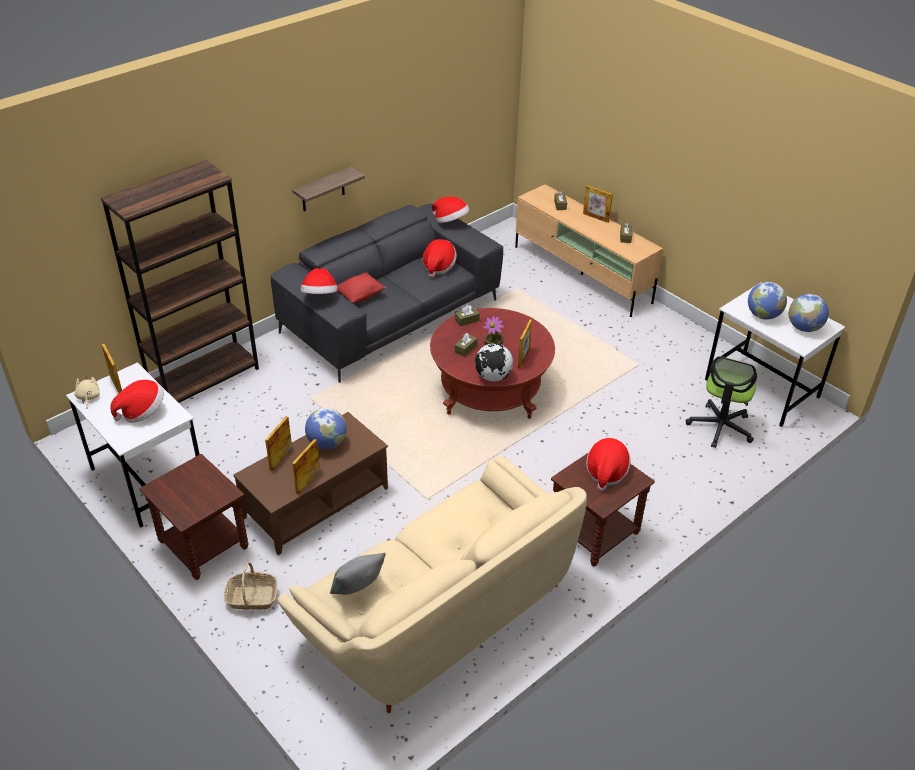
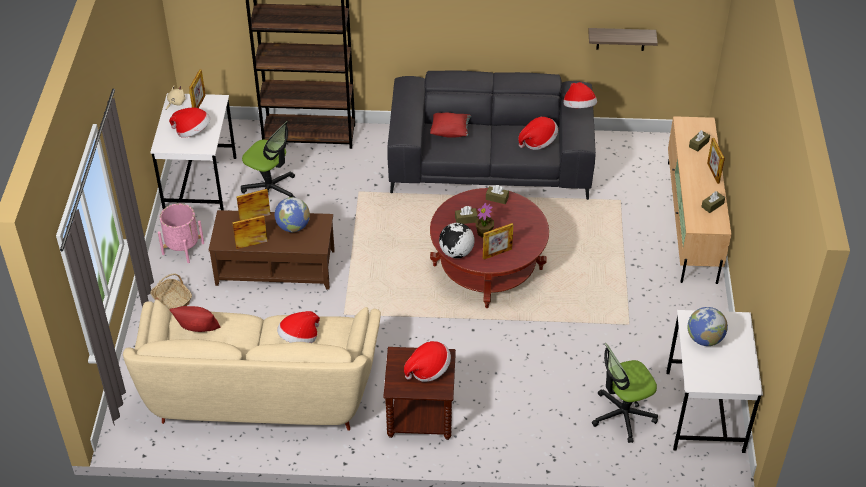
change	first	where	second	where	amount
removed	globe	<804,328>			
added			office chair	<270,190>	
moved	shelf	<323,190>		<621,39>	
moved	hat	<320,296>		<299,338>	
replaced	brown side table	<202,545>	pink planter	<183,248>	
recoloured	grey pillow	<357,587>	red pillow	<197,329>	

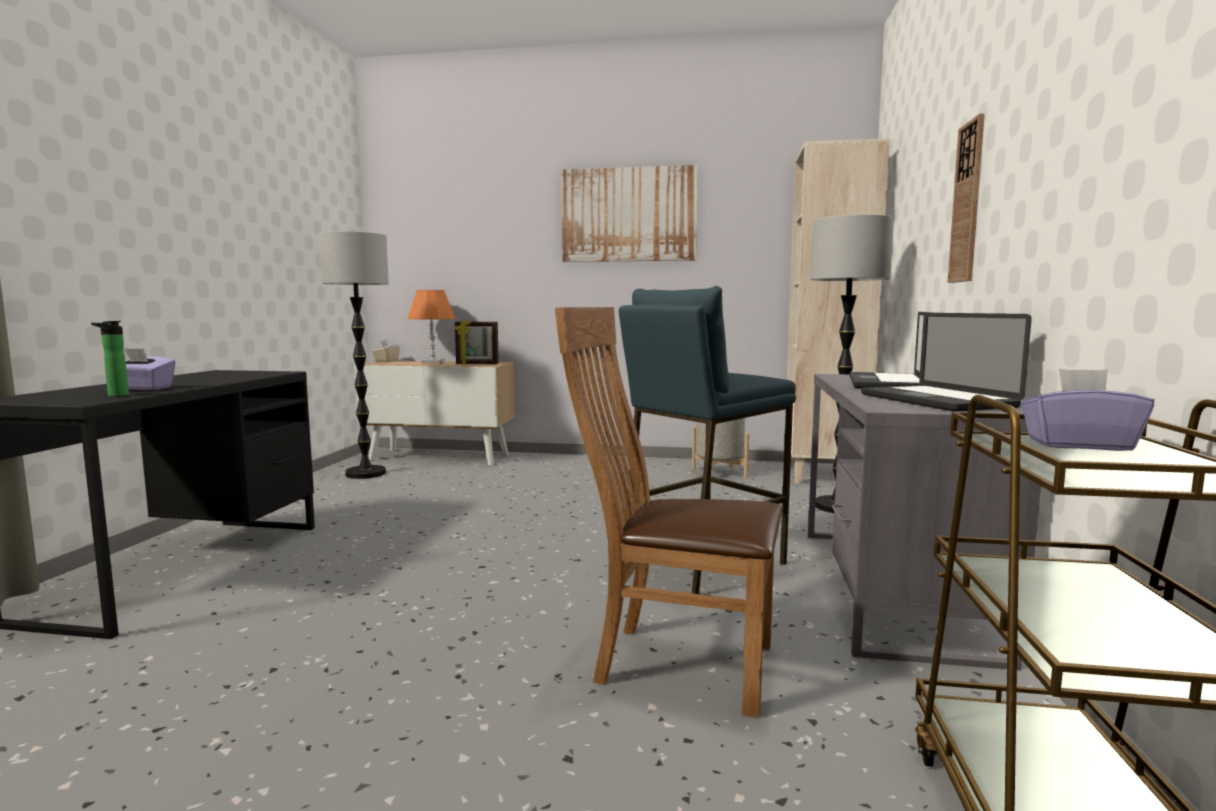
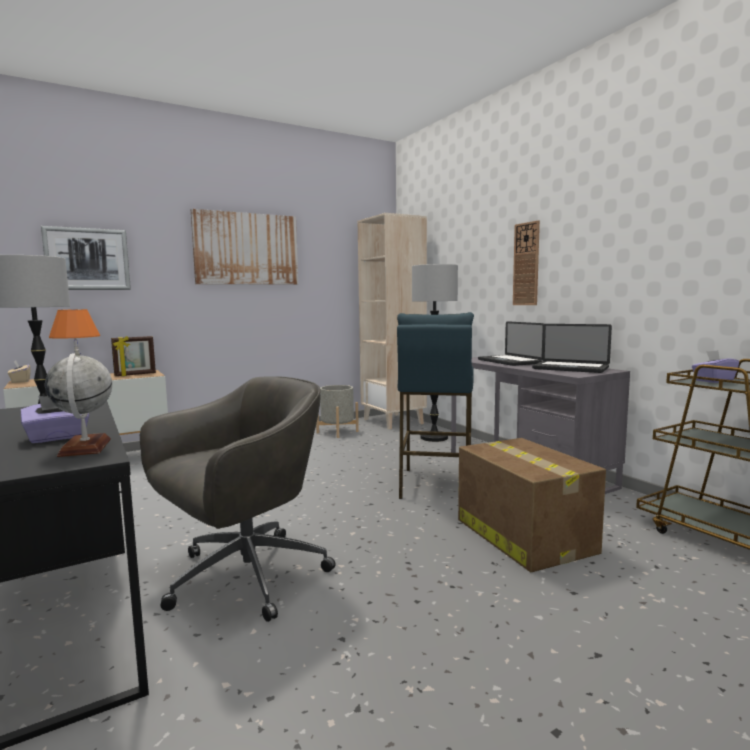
change	first	where	second	where	amount
added			picture	<87,259>	
added			grey office chair	<243,577>	
replaced	bottle	<115,396>	globe	<85,447>	
replaced	brown chair	<673,662>	cardboard box	<523,535>	

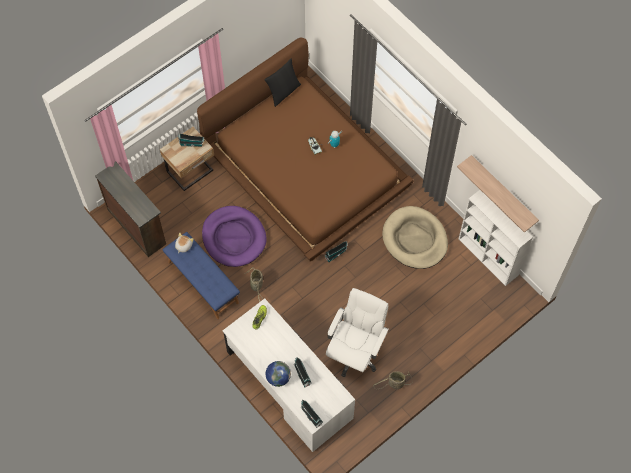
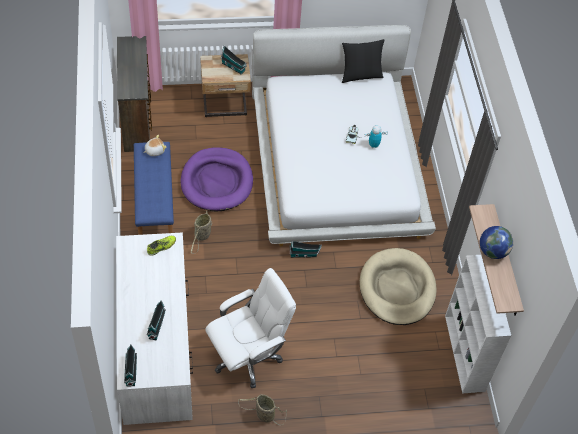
change	first	where	second	where	amount
moved	globe	<278,378>		<492,251>	
recoloured	brown bed	<305,168>	white bed	<336,162>	

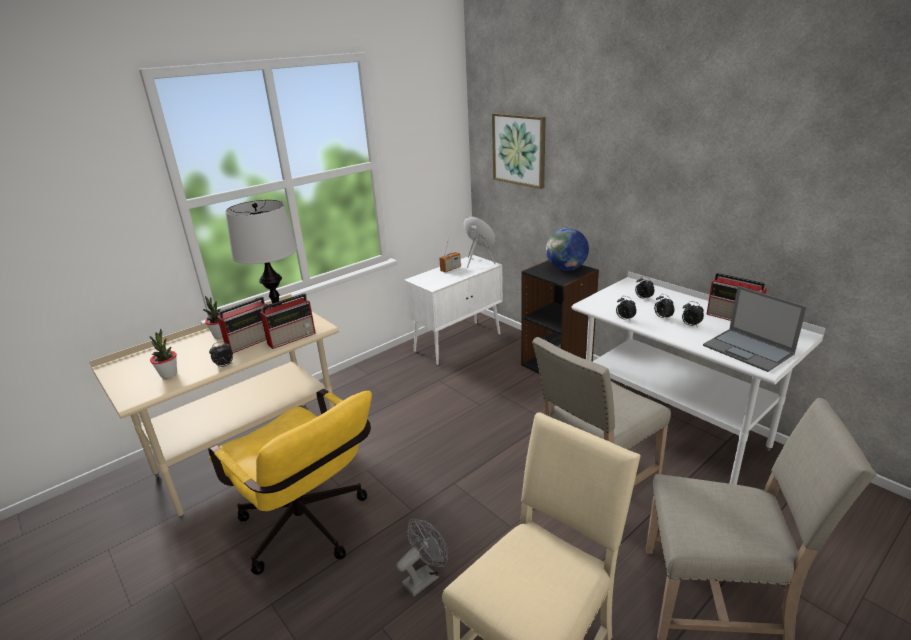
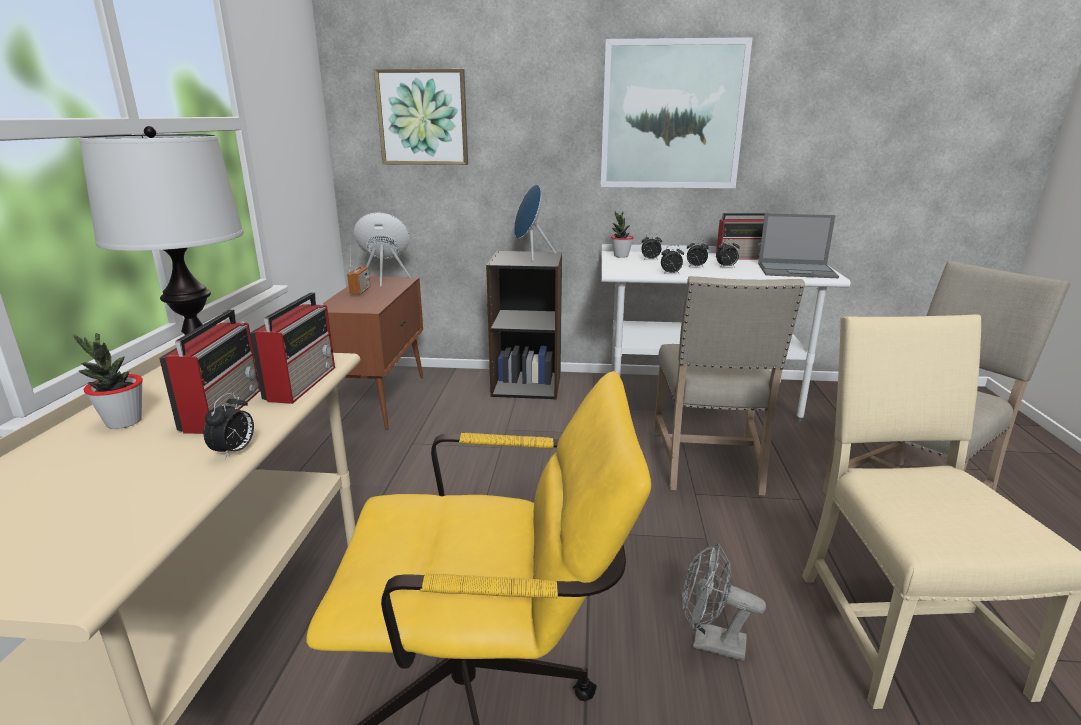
change	first	where	second	where	amount
added			picture	<672,116>	
moved	potted plant	<169,374>		<621,256>	
replaced	globe	<566,269>	blue speaker	<530,256>	
recoloured	white cabinet	<458,342>	brown cabinet	<381,399>	
turned	grey fan	<425,577>		<710,642>	75 degrees counterclockwise

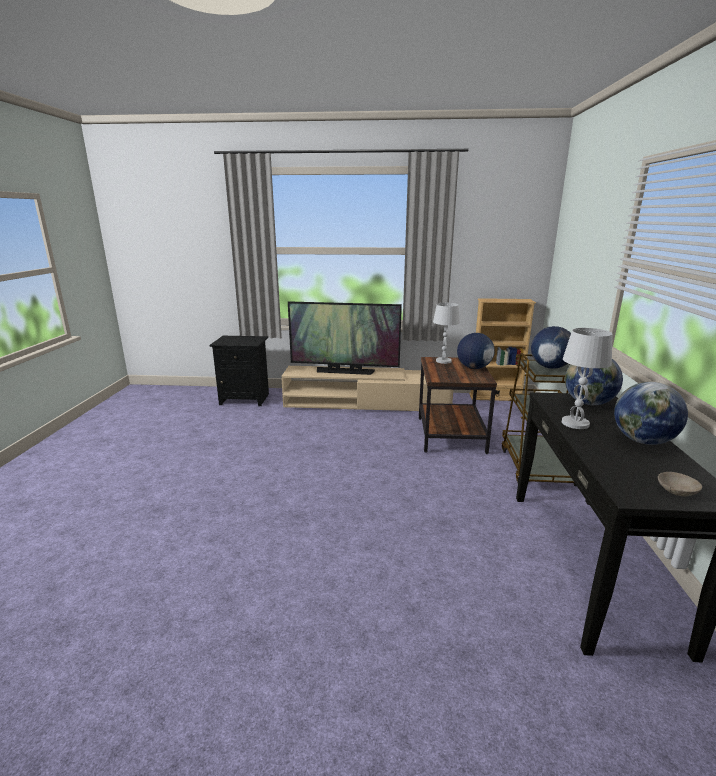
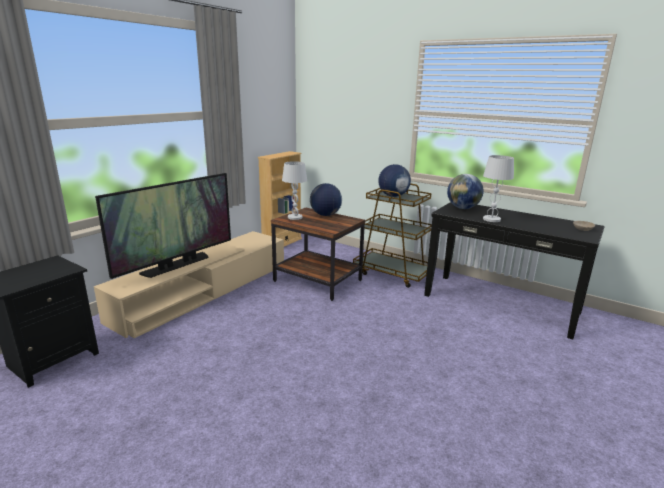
change	first	where	second	where	amount
removed	globe	<642,441>			

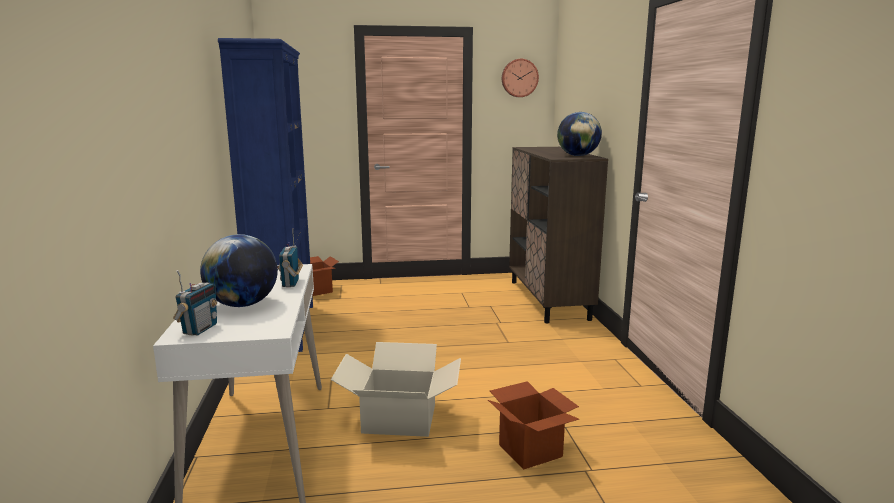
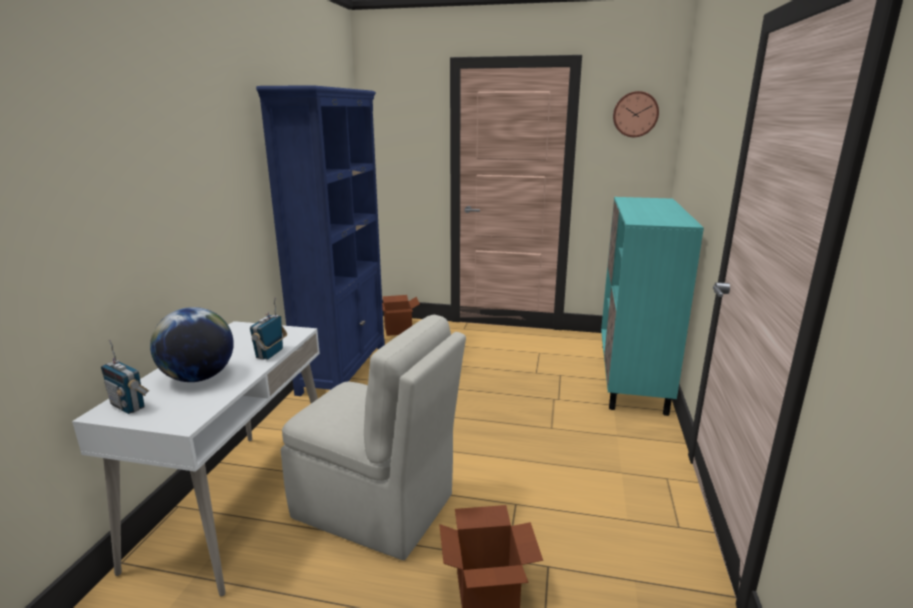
change	first	where	second	where	amount
removed	globe	<578,155>			
replaced	cardboard box	<399,419>	beige chair	<377,508>	
recoloured	brown cabinet	<548,300>	turquoise cabinet	<631,377>	
turned	radio	<199,329>		<129,406>	90 degrees clockwise

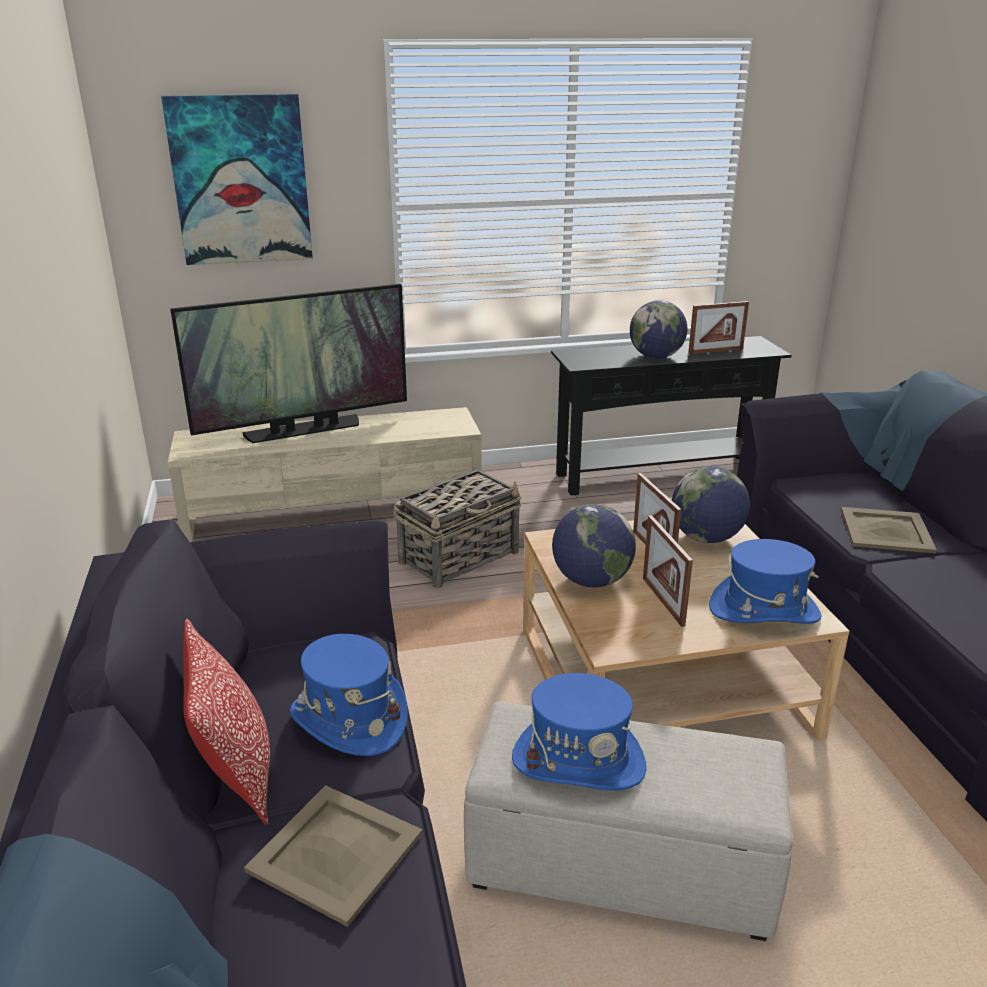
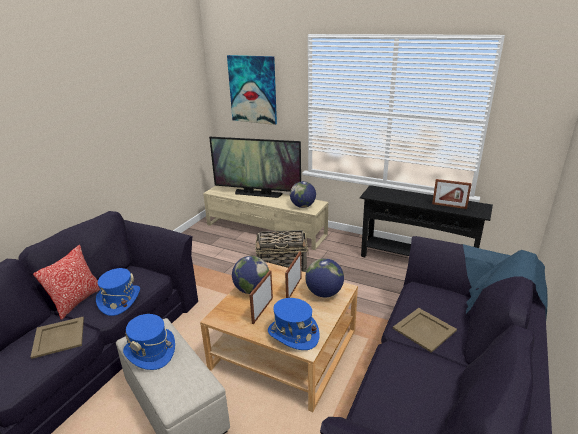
change	first	where	second	where	amount
moved	globe	<656,357>		<303,206>	

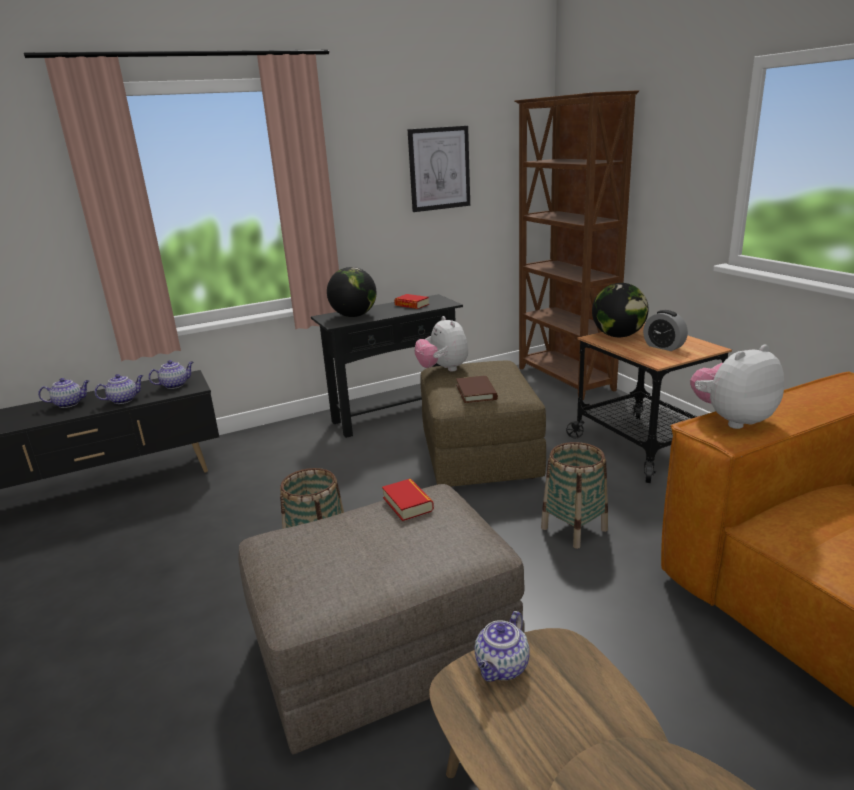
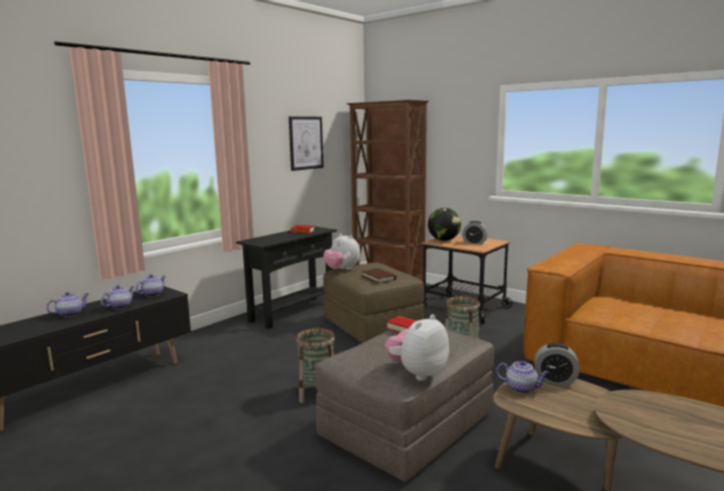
change	first	where	second	where	amount
removed	globe	<354,316>			
added			alarm clock	<555,380>	
moved	plush toy	<732,420>		<417,373>	
turned	teapot	<502,668>		<522,388>	75 degrees counterclockwise

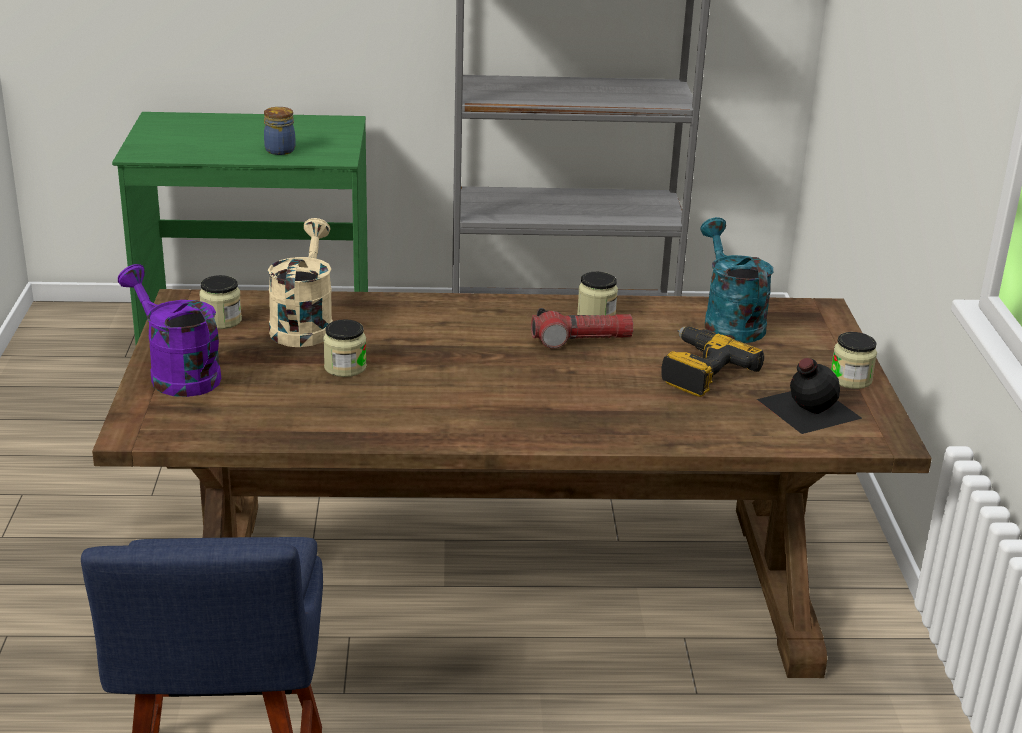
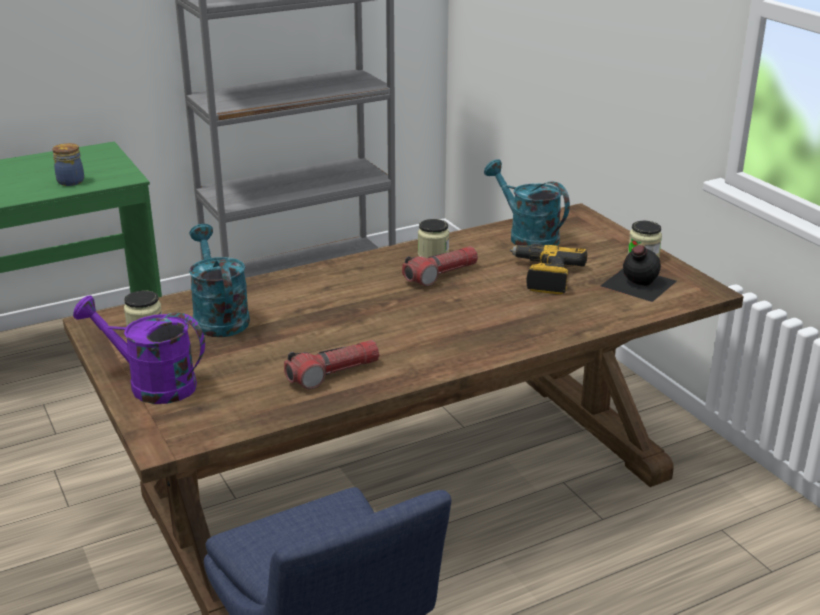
change	first	where	second	where	amount
removed	jar	<345,367>			
added			flashlight	<333,373>	
recoloured	beige watering can	<303,325>	turquoise watering can	<218,317>	

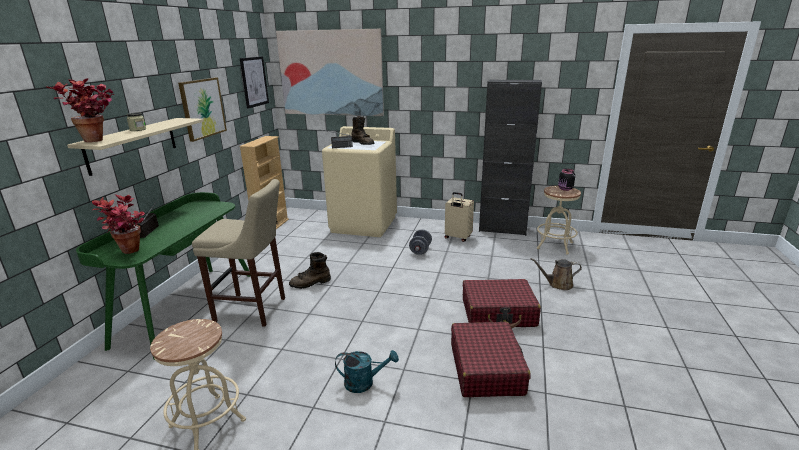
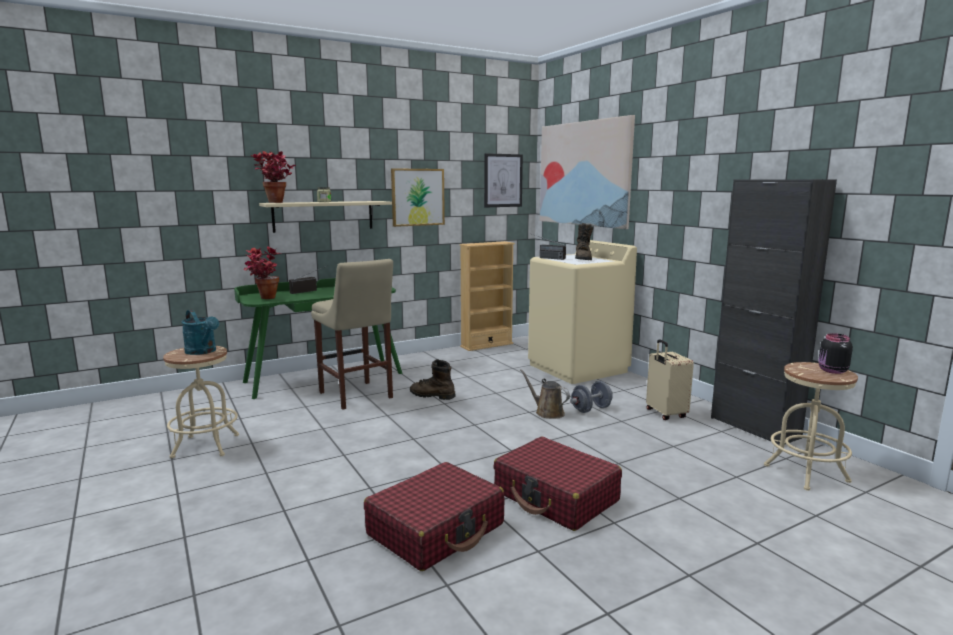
change	first	where	second	where	amount
moved	turquoise watering can	<364,383>		<203,352>	
moved	brown watering can	<558,284>		<547,412>	

